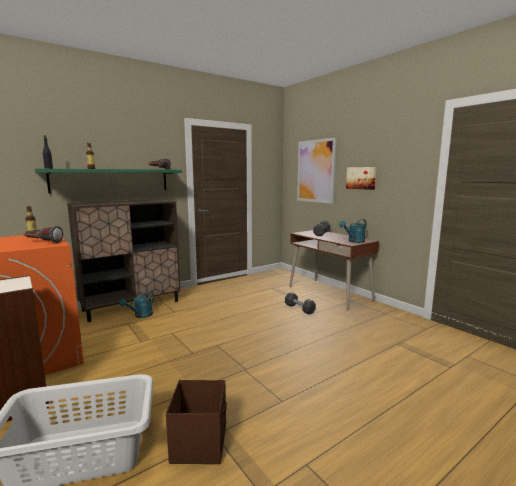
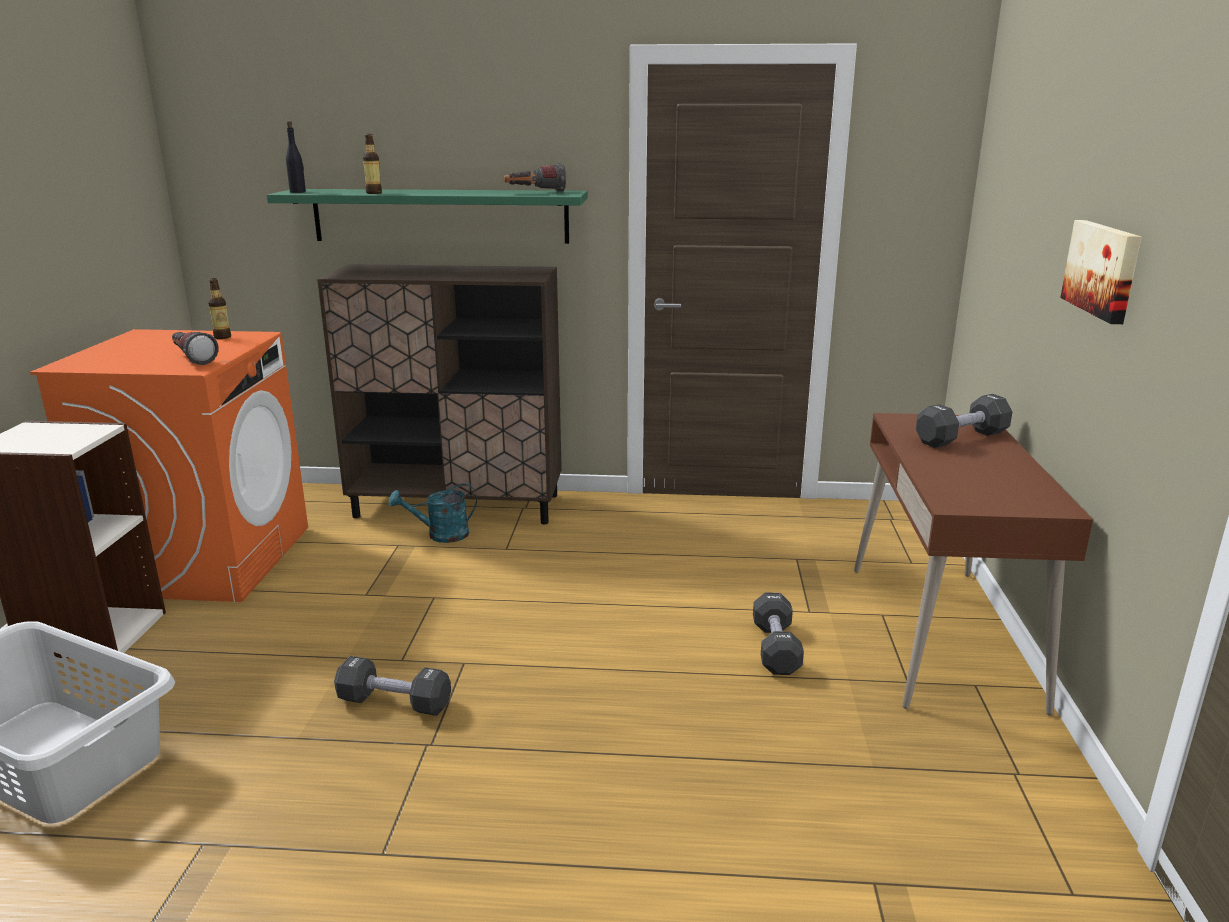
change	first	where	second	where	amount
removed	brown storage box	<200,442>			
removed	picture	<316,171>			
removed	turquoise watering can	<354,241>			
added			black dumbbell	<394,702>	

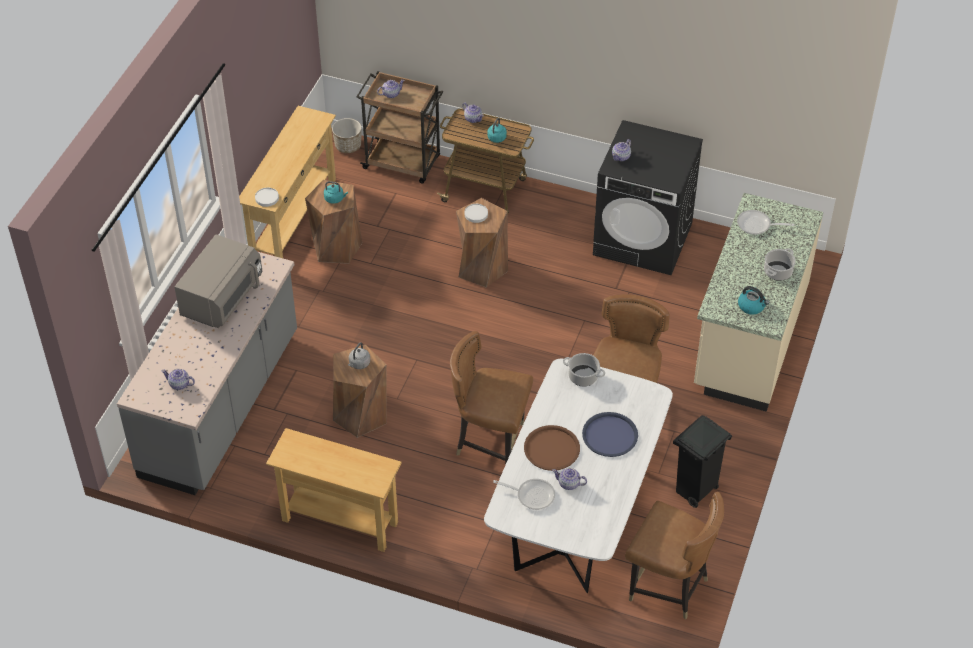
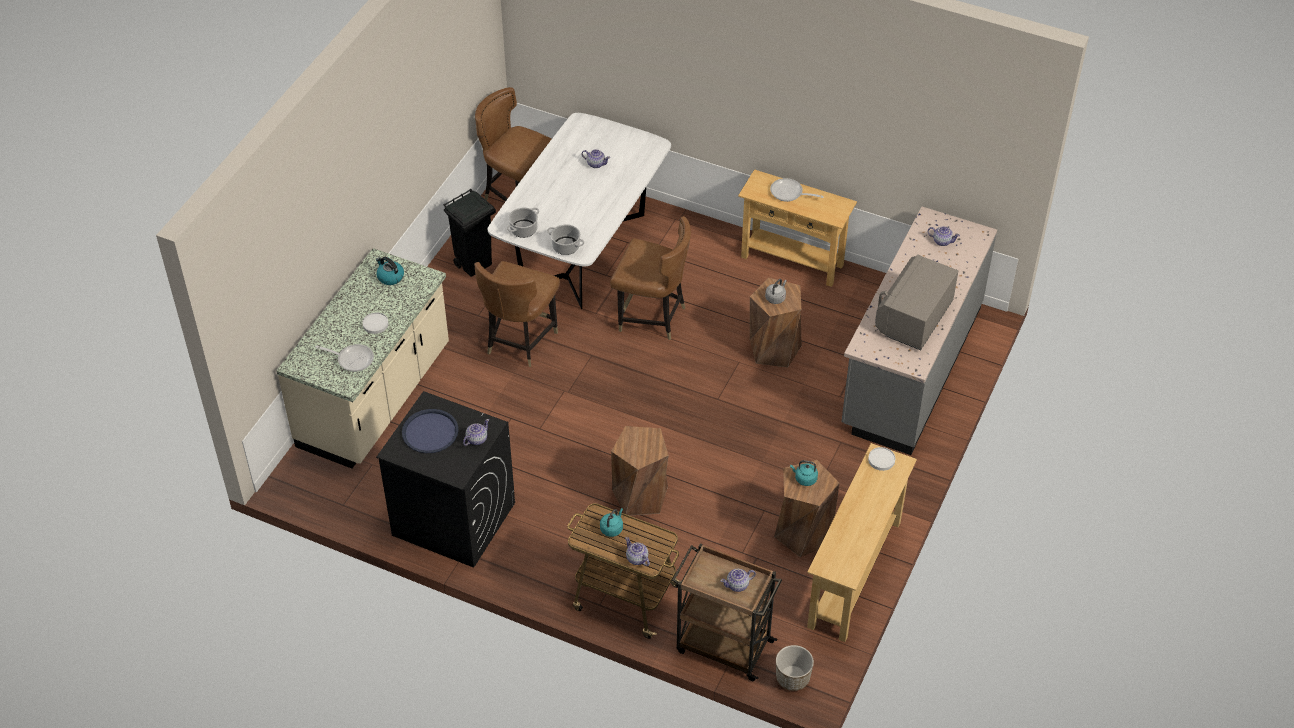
change	first	where	second	where	amount
removed	brown tray	<551,448>			
moved	white plate	<476,214>		<375,324>	
moved	frying pan	<532,495>		<789,193>	
moved	blue tray	<610,435>		<430,432>	
moved	cooking pot	<777,272>		<524,229>	

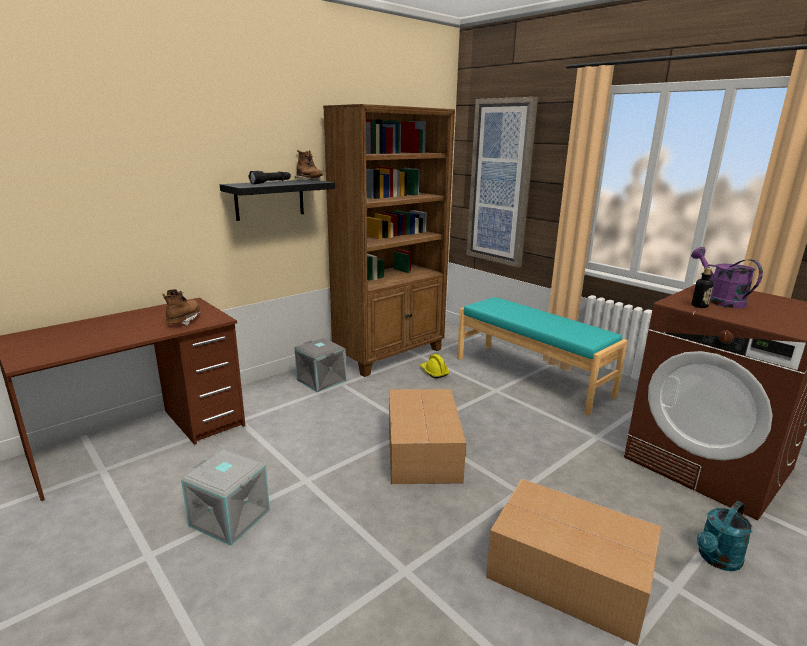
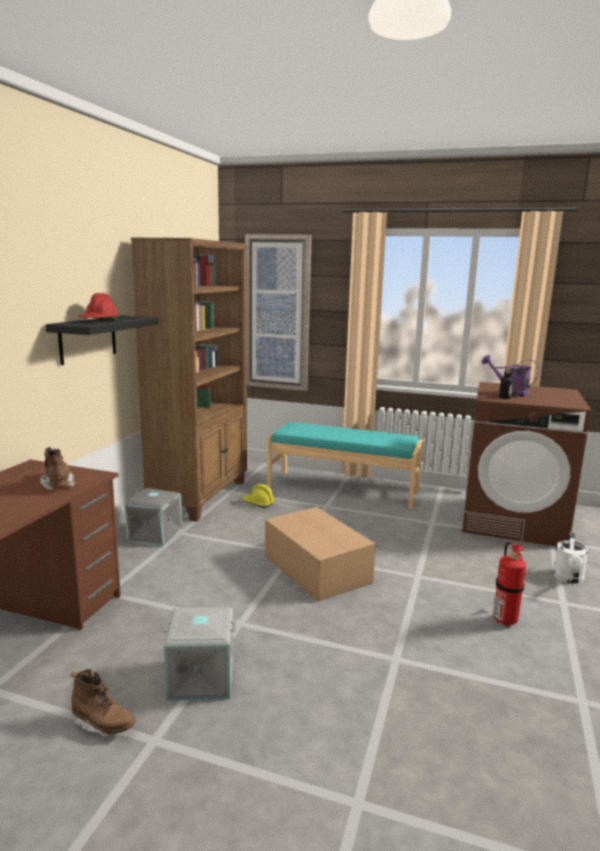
change	first	where	second	where	amount
moved	brown boot	<309,181>		<103,724>	
replaced	black flashlight	<271,183>	red hard hat	<99,320>	
replaced	cardboard box	<570,577>	fire extinguisher	<503,619>	
recoloured	turquoise watering can	<717,560>	white watering can	<569,579>	

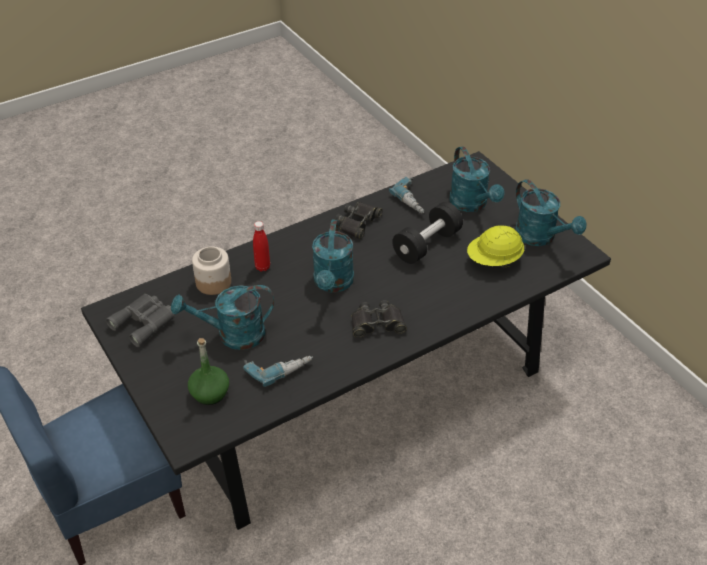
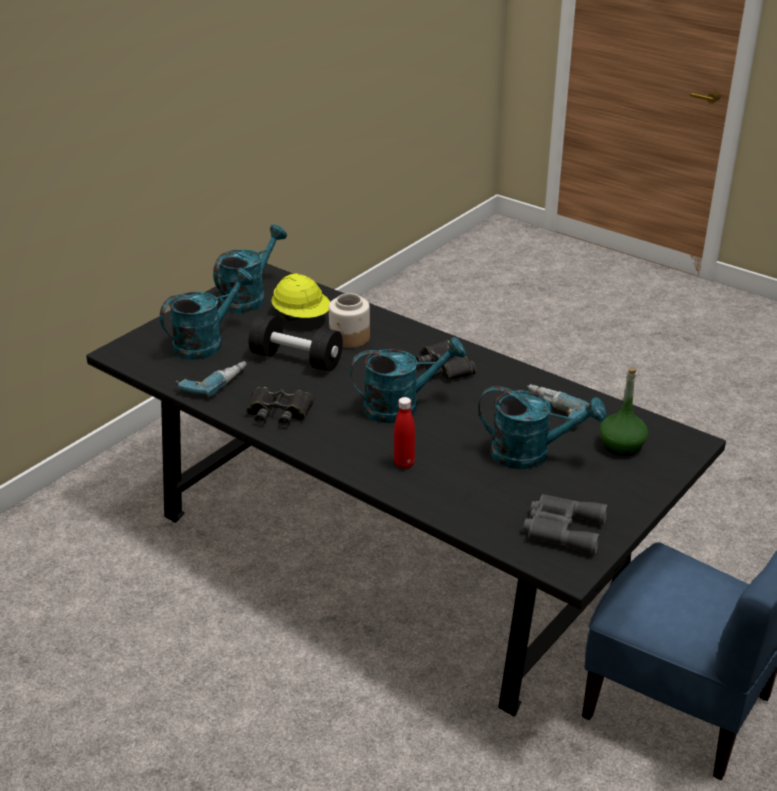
change	first	where	second	where	amount
moved	jar	<213,282>		<349,338>	
turned	turquoise watering can	<232,335>		<531,454>	45 degrees counterclockwise

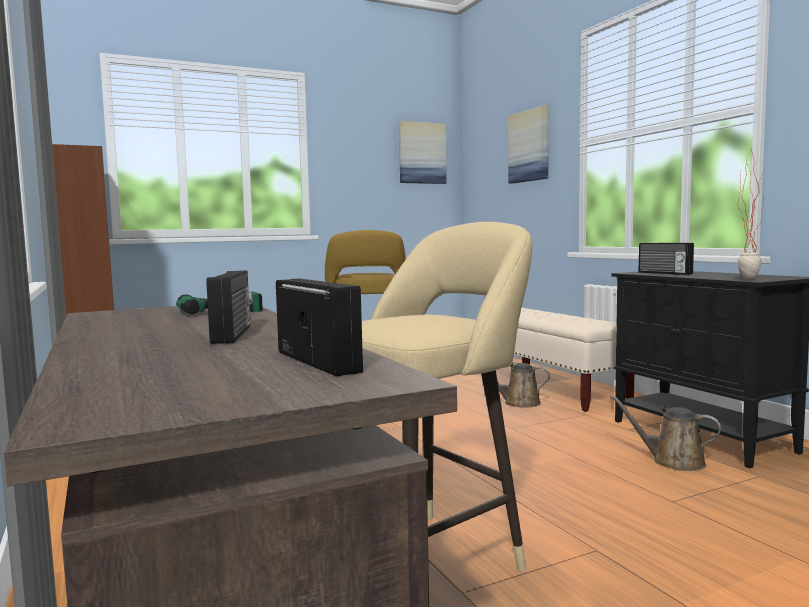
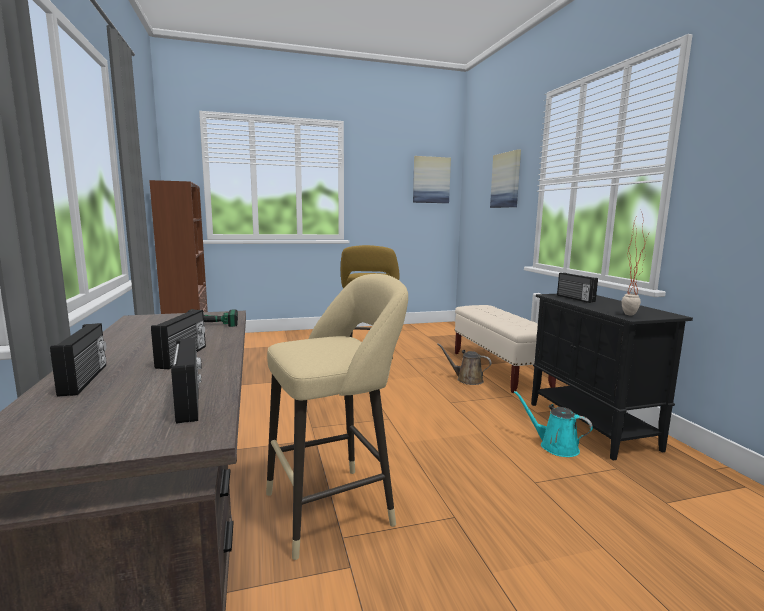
change	first	where	second	where	amount
added			radio	<86,379>	
recoloured	brown watering can	<672,461>	turquoise watering can	<555,446>	

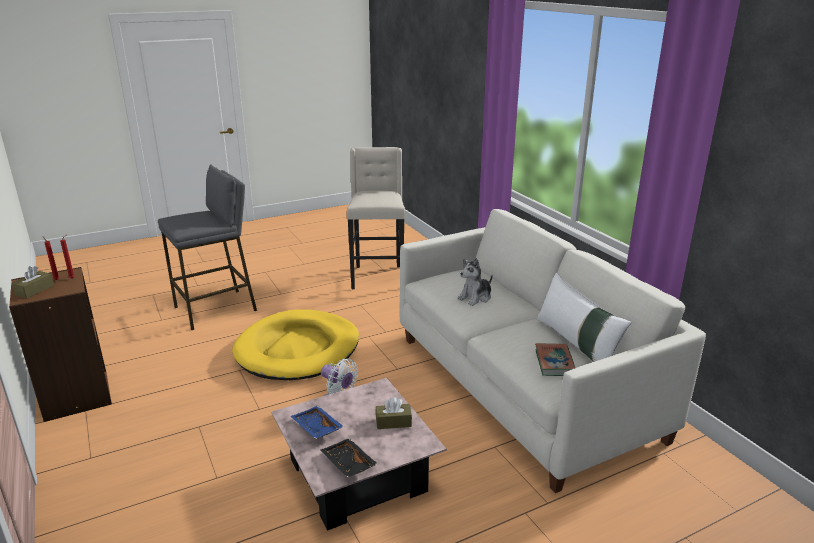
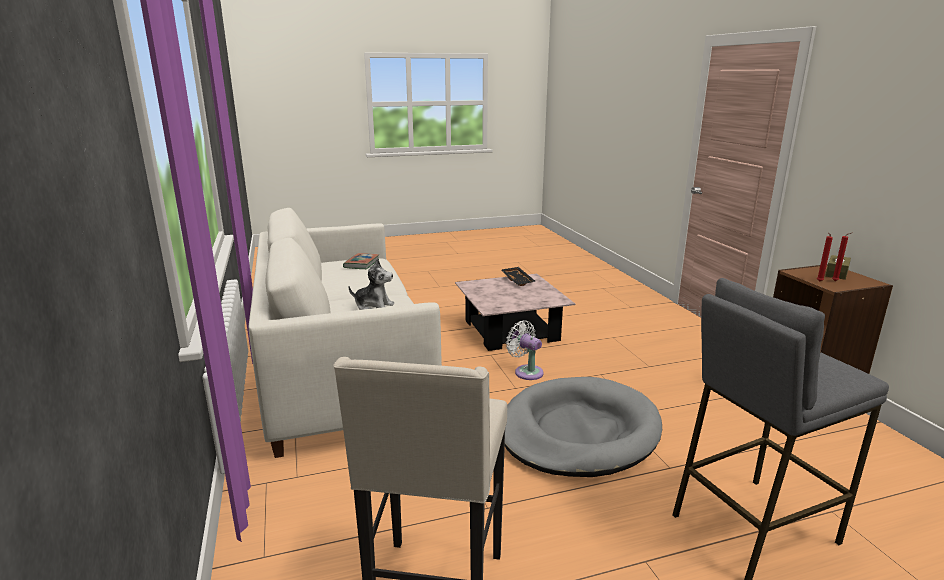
change	first	where	second	where	amount
removed	blue tray	<316,428>			
removed	brown tissue box	<393,422>			
removed	white pillow	<577,343>			
recoloured	yellow dog bed	<298,349>	grey dog bed	<578,432>	
turned	plush toy	<475,297>		<374,306>	45 degrees clockwise

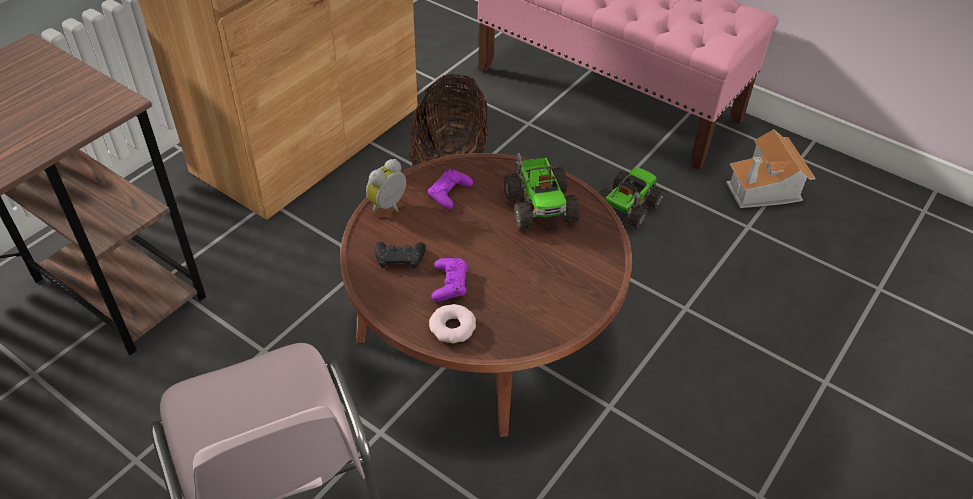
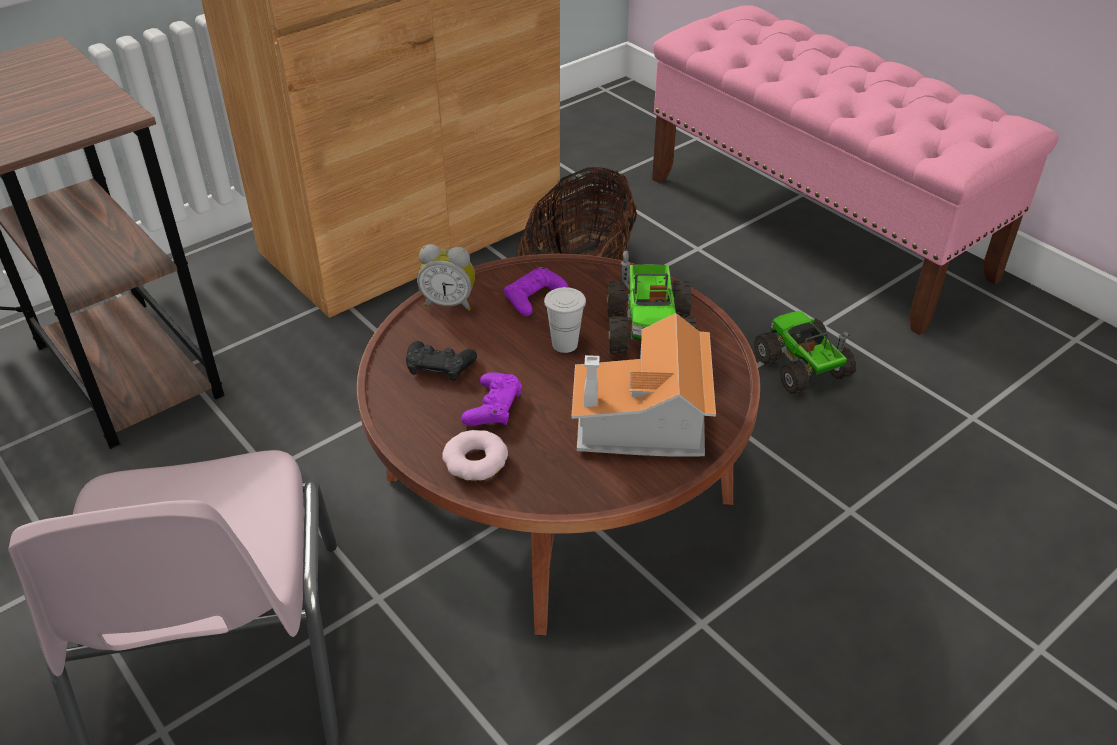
change	first	where	second	where	amount
added			white cup	<564,344>	
moved	toy house	<764,188>		<645,422>	
turned	alarm clock	<389,207>		<449,303>	135 degrees counterclockwise
turned	toy truck	<627,207>		<802,368>	75 degrees counterclockwise

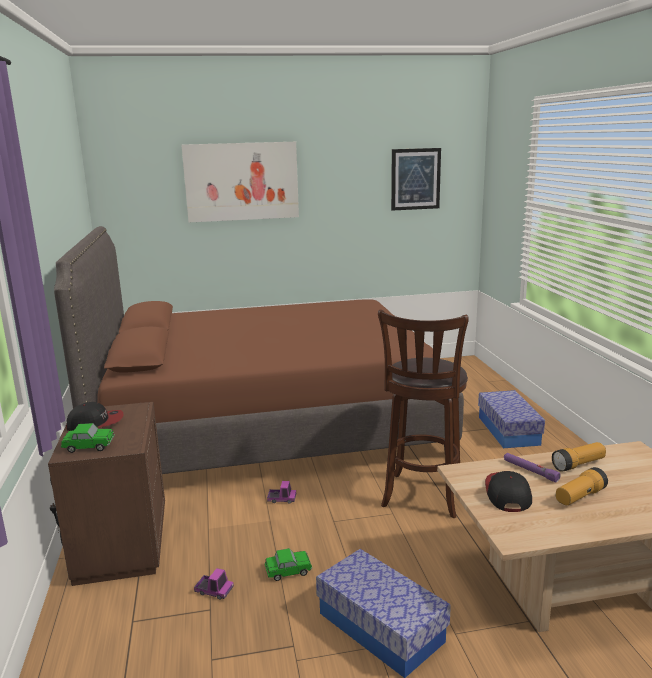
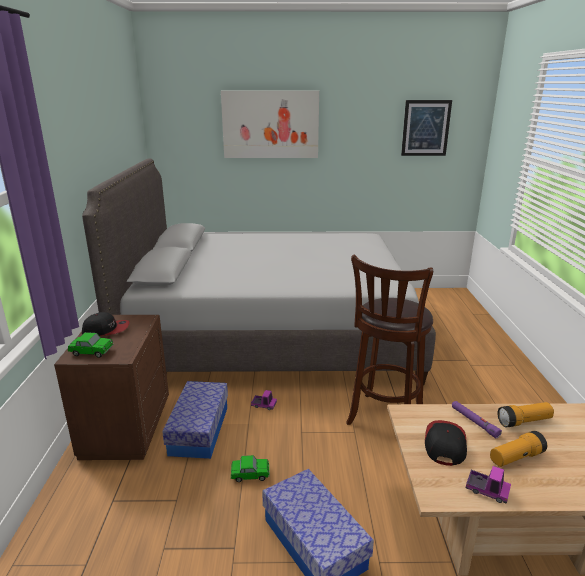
change	first	where	second	where	amount
moved	toy truck	<214,591>		<487,490>	
moved	storage box	<508,430>		<199,430>	
recoloured	brown bed	<268,424>	grey bed	<272,334>	

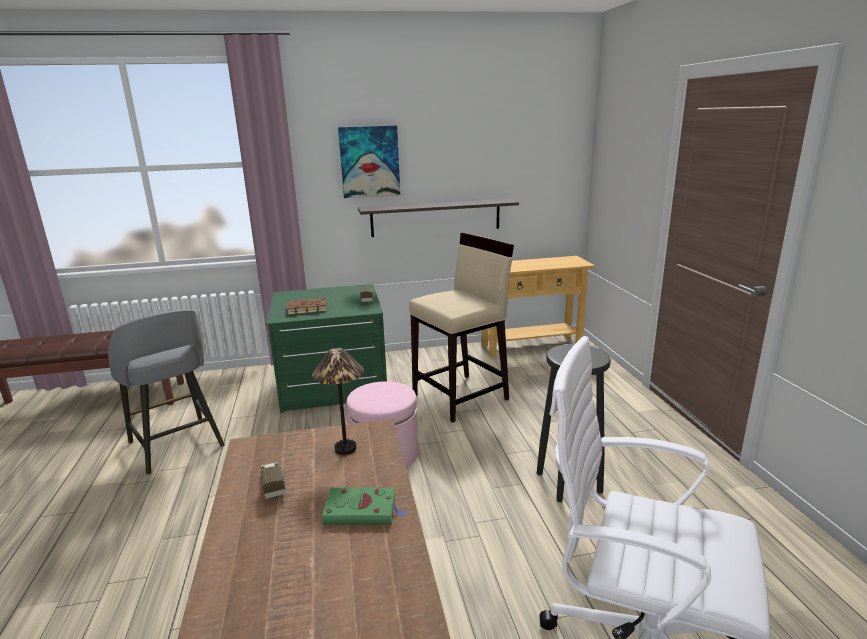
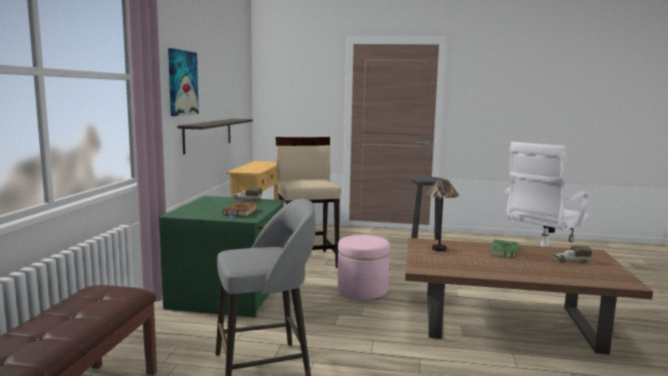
change	first	where	second	where	amount
moved	toy truck	<273,485>		<570,261>	

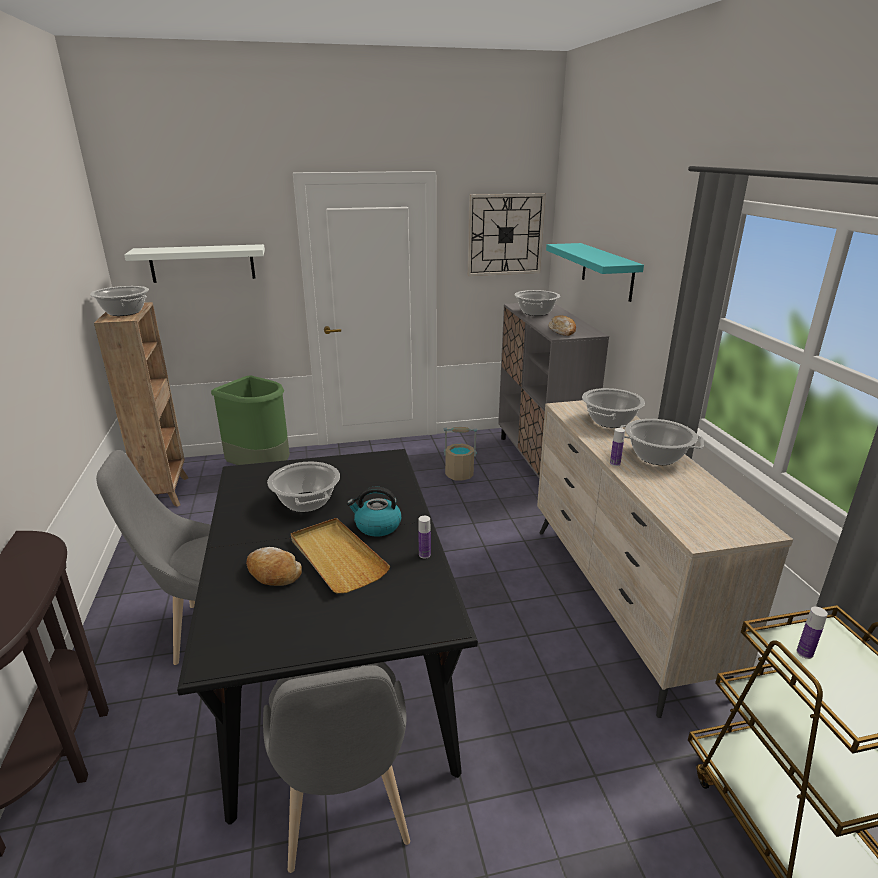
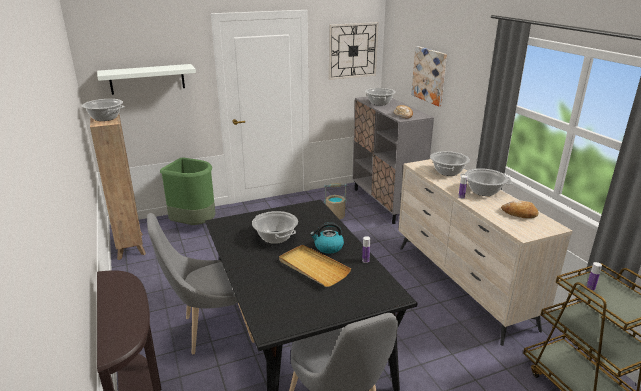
change	first	where	second	where	amount
moved	bread	<273,573>		<519,214>	
replaced	turquoise shelf	<607,271>	picture	<429,75>	

